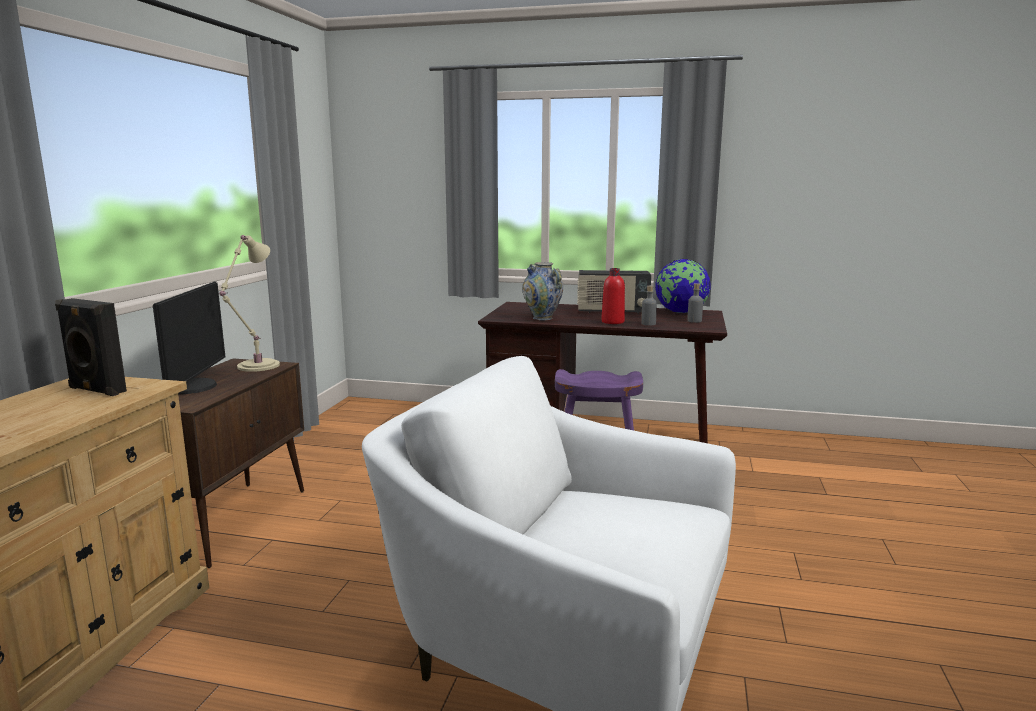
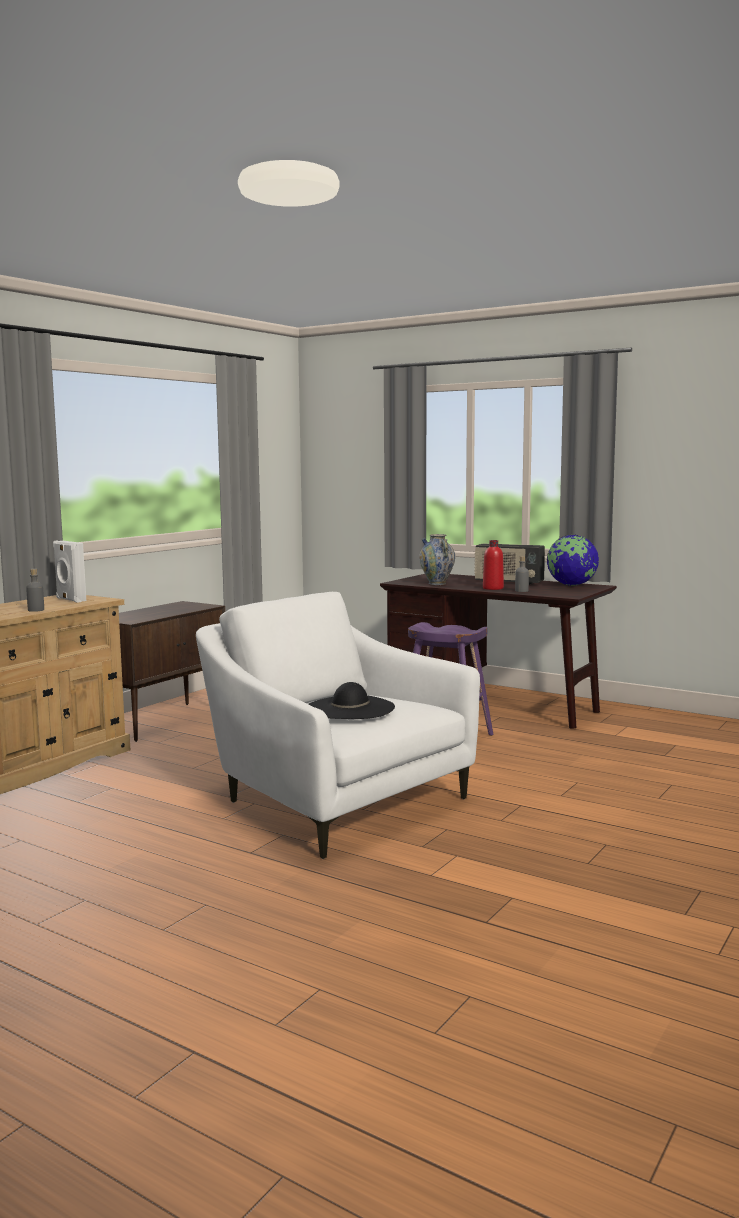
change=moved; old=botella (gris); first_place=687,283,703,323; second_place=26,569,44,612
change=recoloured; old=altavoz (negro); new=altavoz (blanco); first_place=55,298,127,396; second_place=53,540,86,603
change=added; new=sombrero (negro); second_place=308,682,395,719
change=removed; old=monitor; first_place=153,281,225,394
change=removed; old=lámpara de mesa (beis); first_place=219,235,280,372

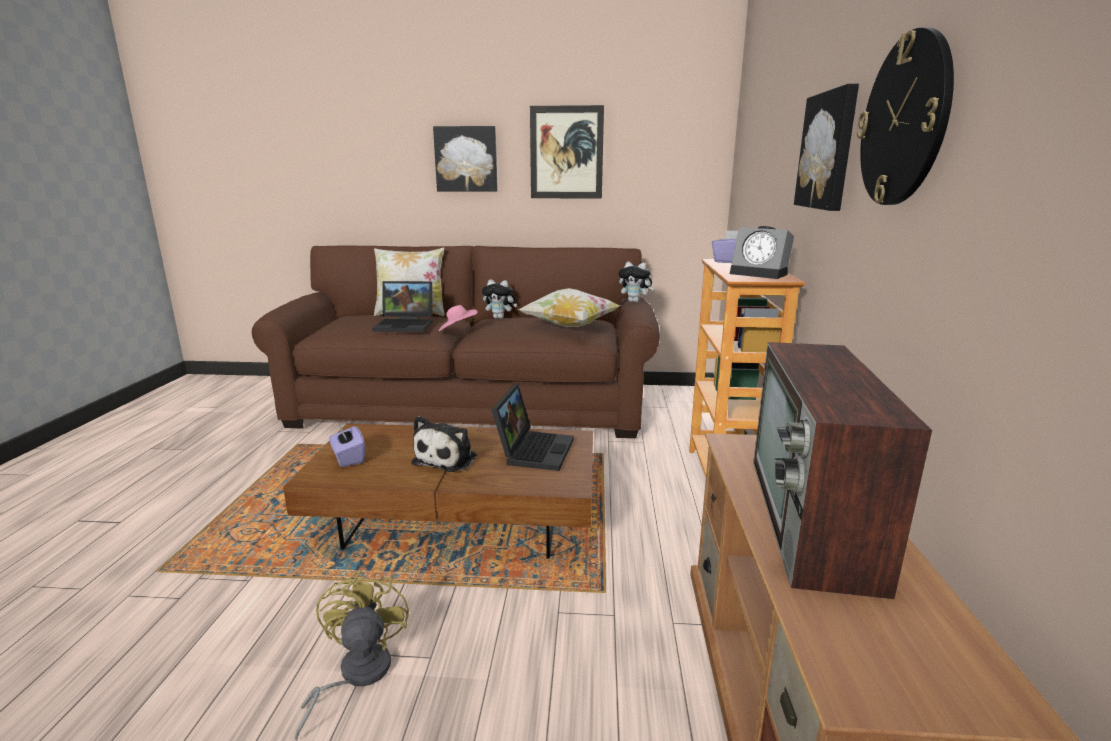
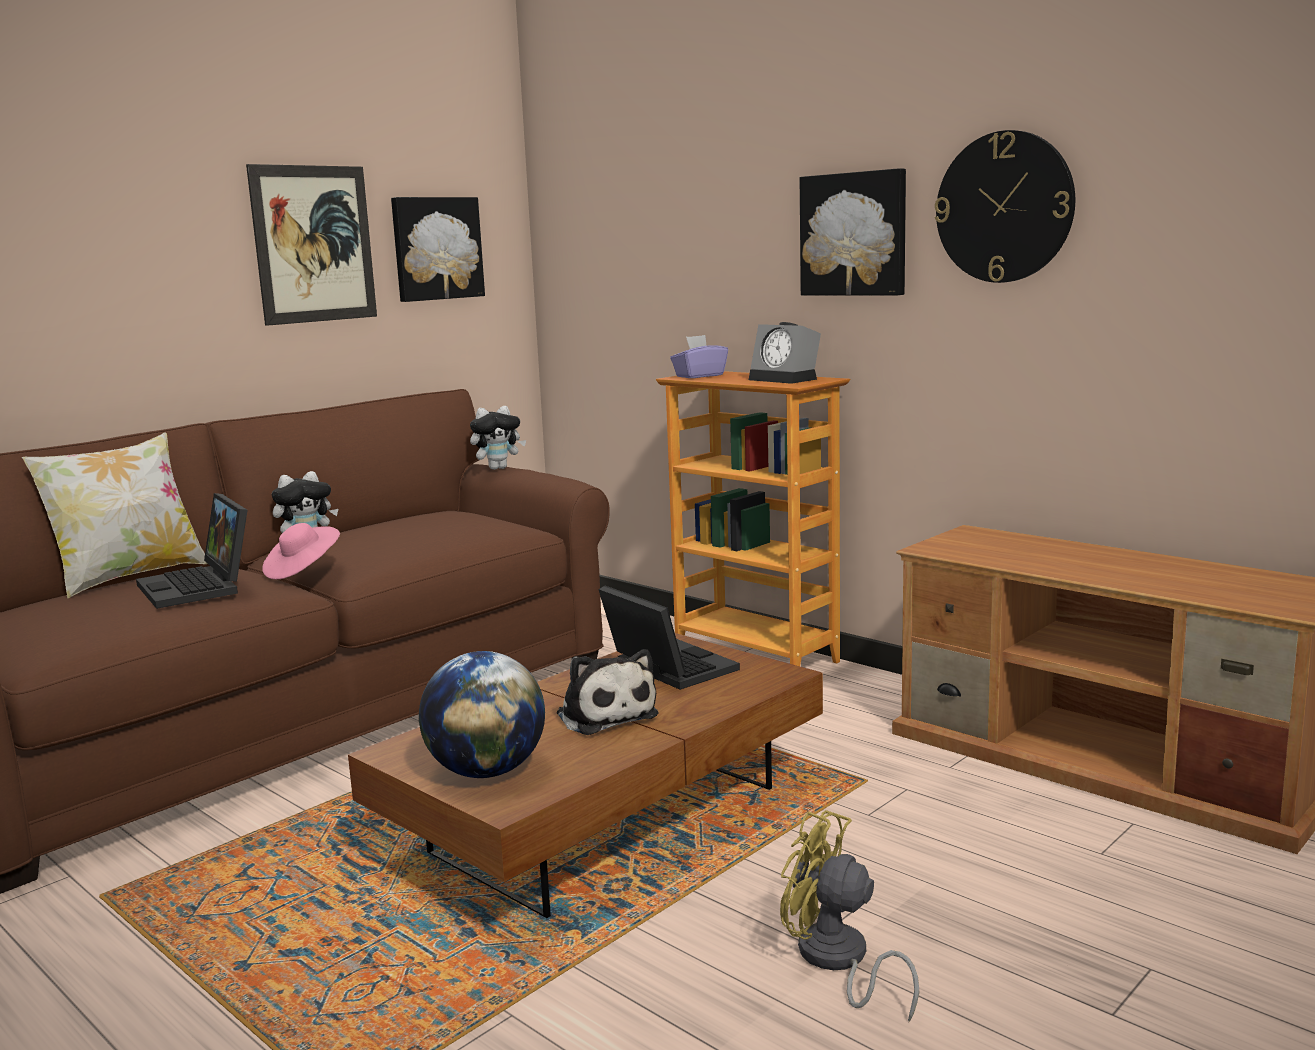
change=turned; old=portátil; first_place=372,281,433,332; second_place=136,493,247,609; degrees=105
change=moved; old=cuadro; first_place=433,126,498,192; second_place=391,197,485,302
change=replaced; old=caja de pañuelos (morado); new=globo terráqueo; first_place=329,424,365,467; second_place=419,651,545,778
change=turned; old=despertador; first_place=730,226,794,279; second_place=749,322,821,384; degrees=60
change=removed; old=cojín; first_place=518,288,620,327
change=removed; old=televisor; first_place=753,342,932,599

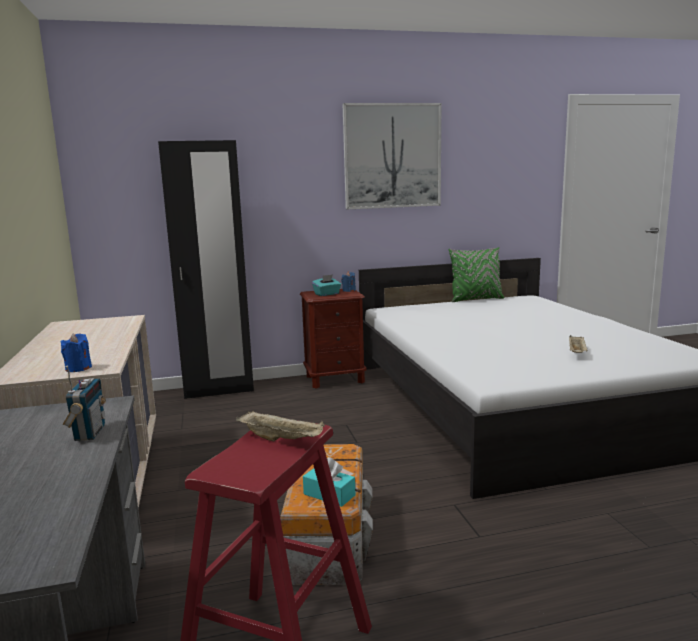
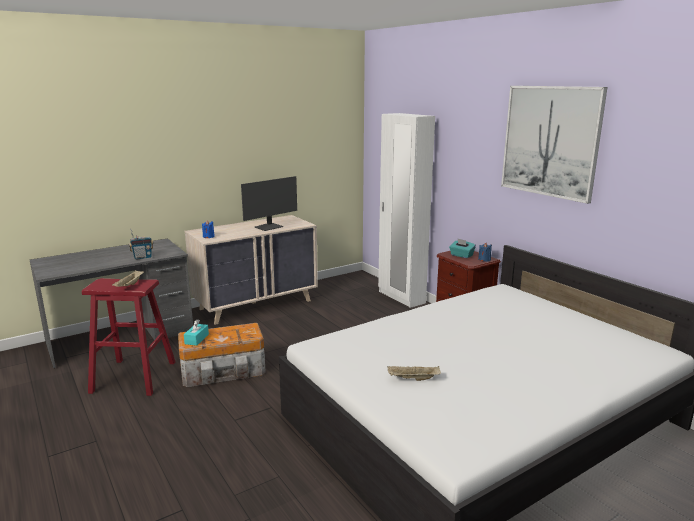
change=added; new=monitor; second_place=241,176,297,231
change=recoloured; old=armario ropero (negro); new=armario ropero (blanco); first_place=158,140,254,399; second_place=378,113,435,308
change=removed; old=cojín (verde); first_place=449,247,504,302

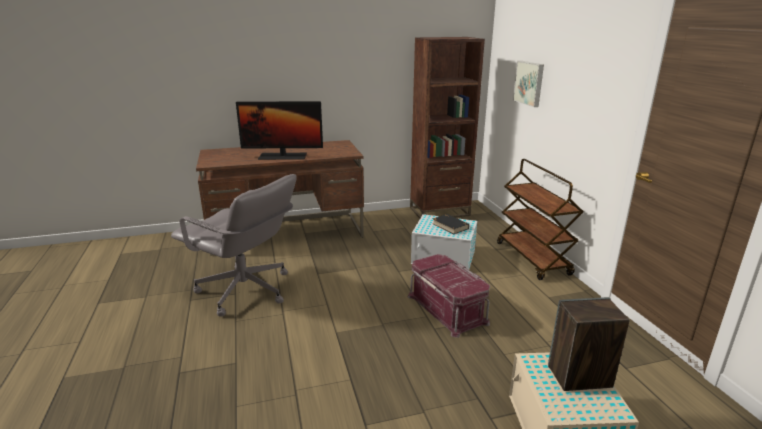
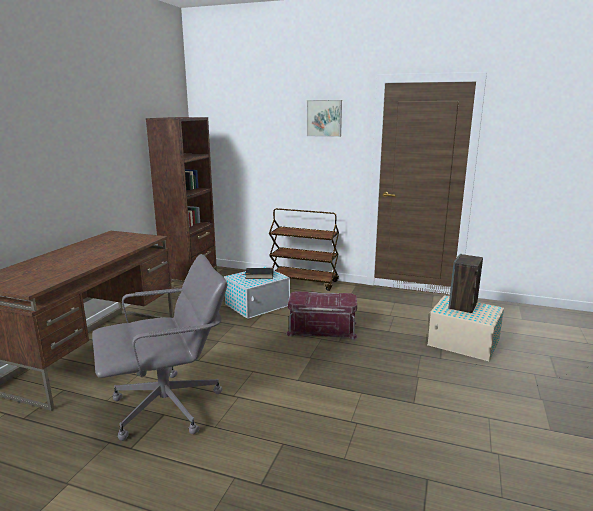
change=moved; old=cuadro; first_place=513,61,544,107; second_place=307,100,342,137
change=removed; old=monitor; first_place=236,101,323,160

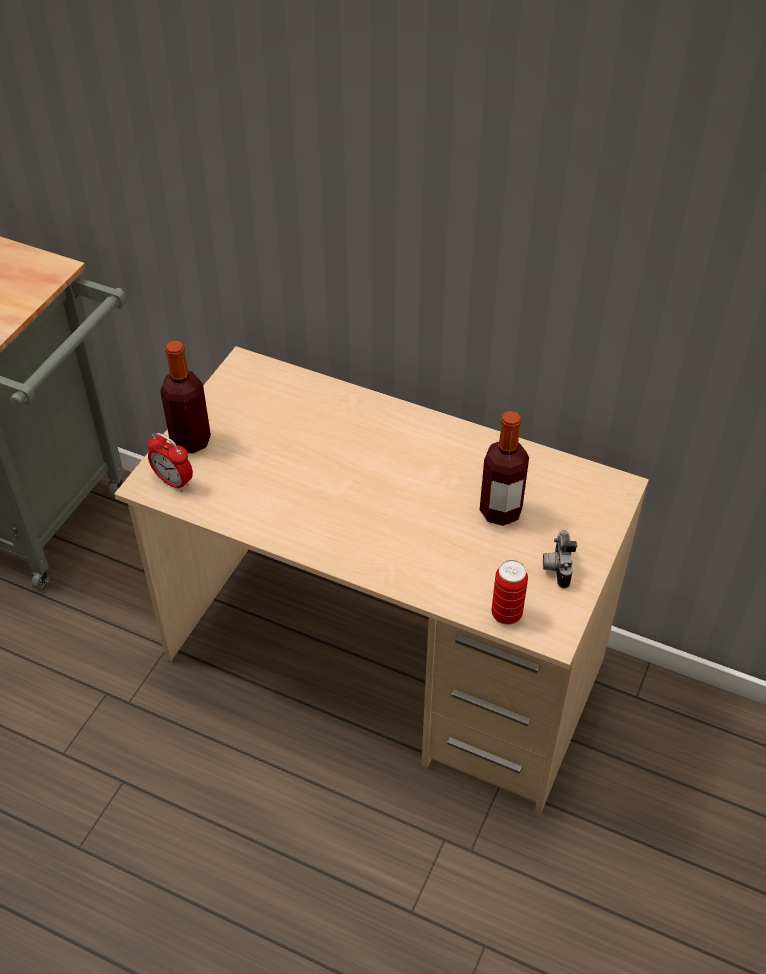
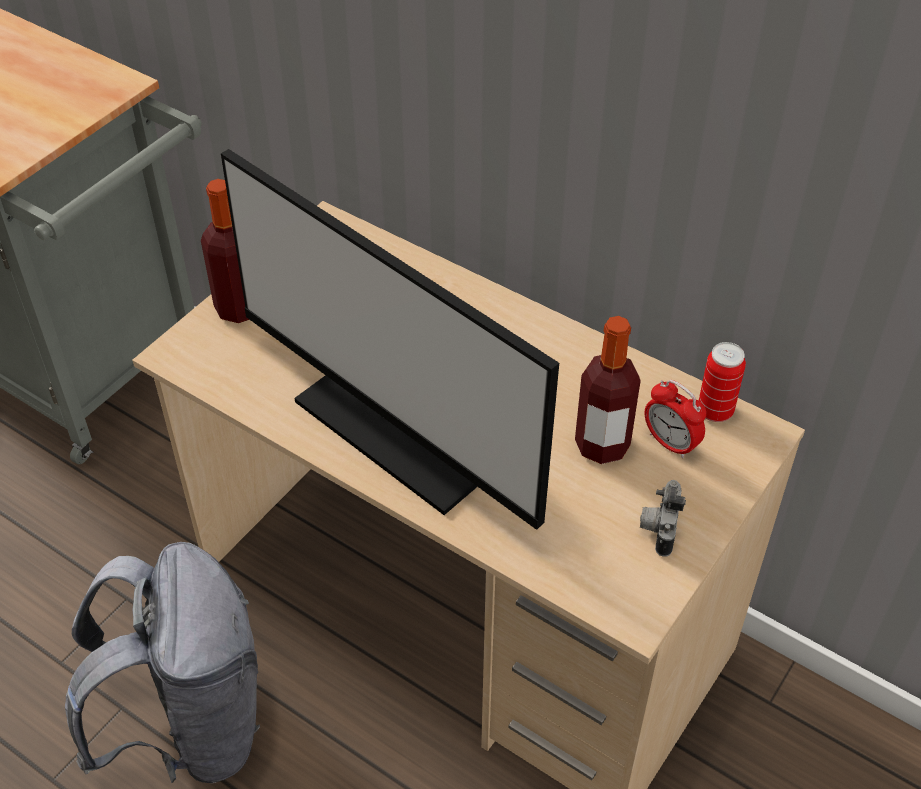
change=added; new=mochila (gris); second_place=65,542,260,783
change=added; new=monitor; second_place=221,149,559,530
change=moved; old=despertador; first_place=147,433,193,491; second_place=645,380,706,458
change=moved; old=lata; first_place=491,560,528,625; second_place=699,342,746,422

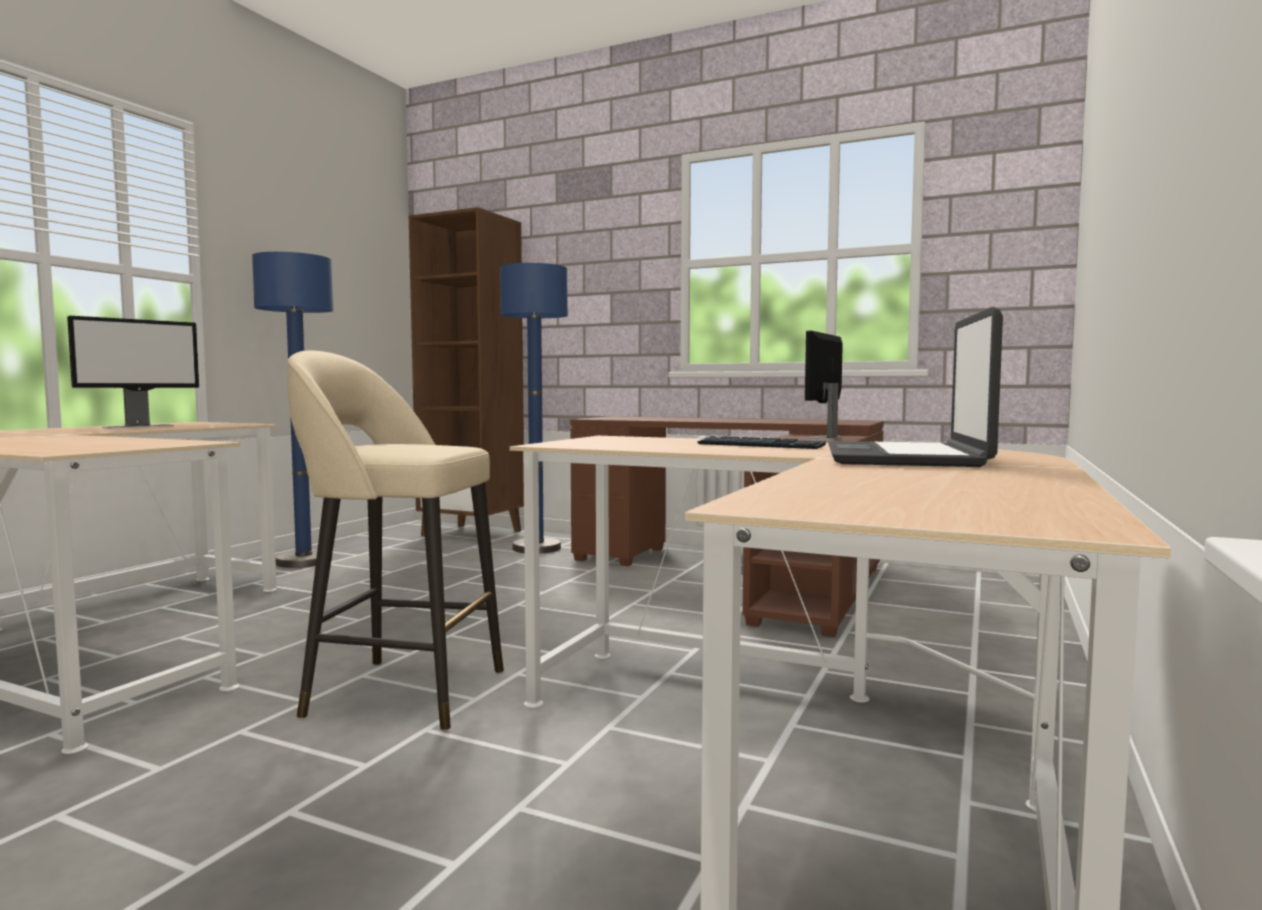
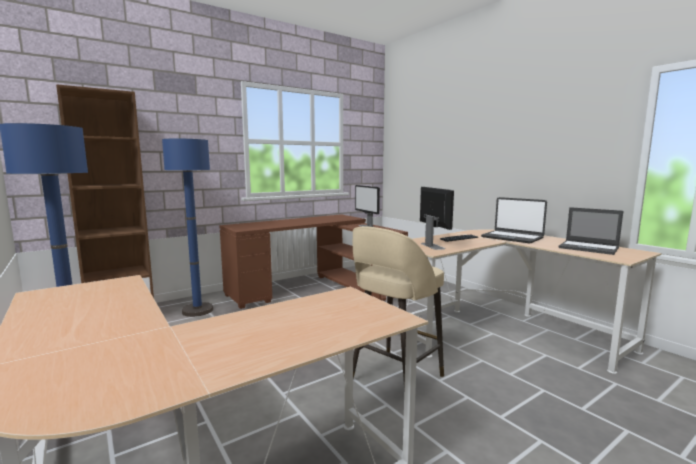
change=moved; old=monitor; first_place=67,316,199,429; second_place=420,187,454,250
change=added; new=portátil; second_place=558,207,623,255

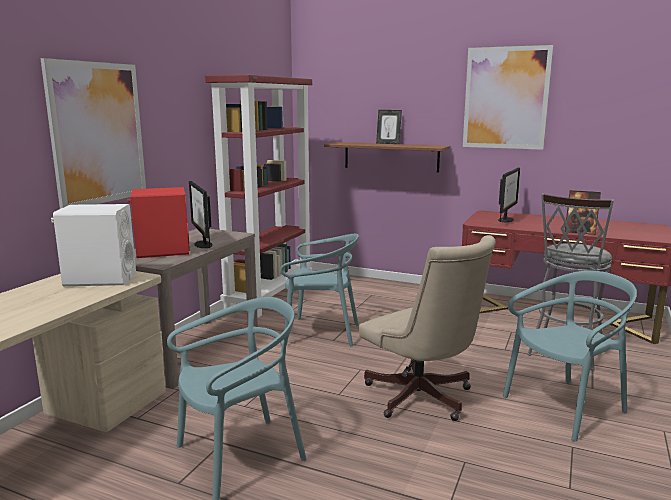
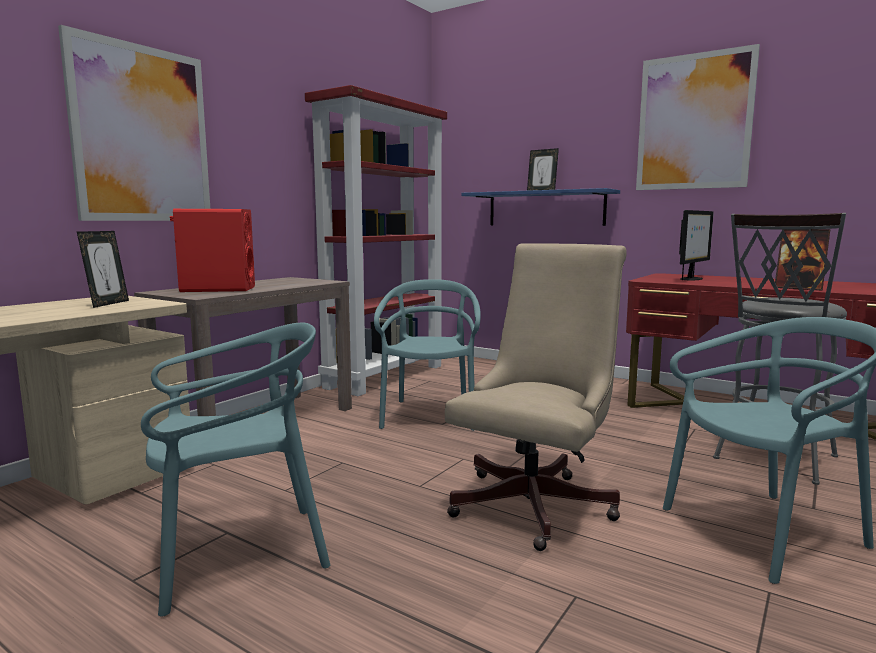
change=replaced; old=altavoz (blanco); new=portarretratos; first_place=51,204,136,286; second_place=77,231,129,308
change=turned; old=silla (turquesa); first_place=280,234,359,346; second_place=374,279,481,431; degrees=-105
change=turned; old=silla de oficina (beis); first_place=359,235,496,421; second_place=445,243,627,551; degrees=-120
change=recoloured; old=estante (marrón); new=estante (azul); first_place=324,142,450,173; second_place=461,188,620,226
change=removed; old=monitor; first_place=189,181,213,248

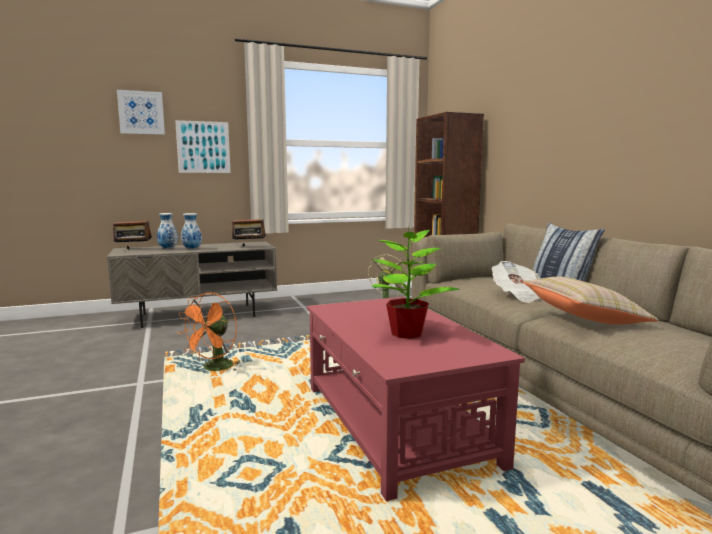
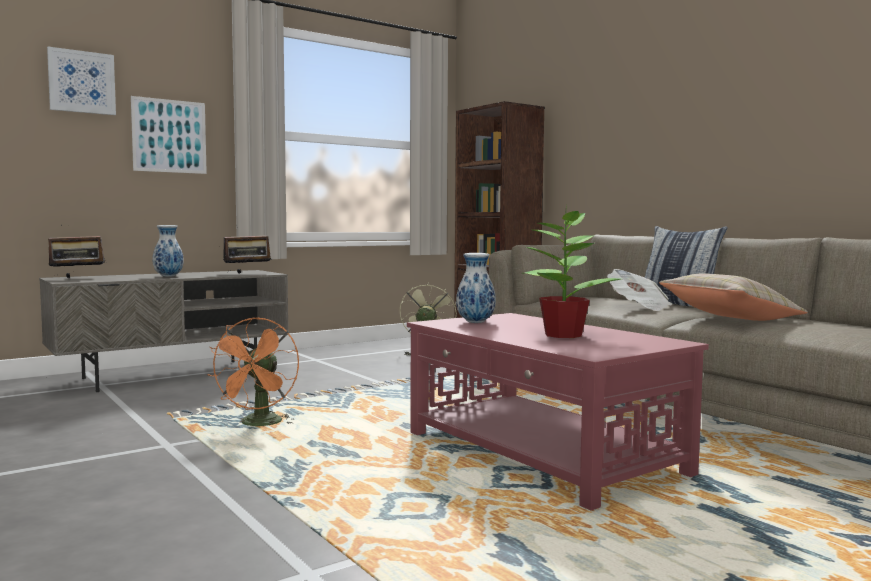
change=moved; old=florero; first_place=157,213,178,249; second_place=456,253,496,323

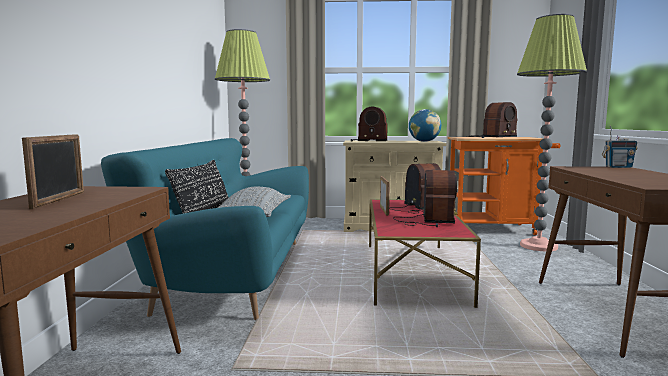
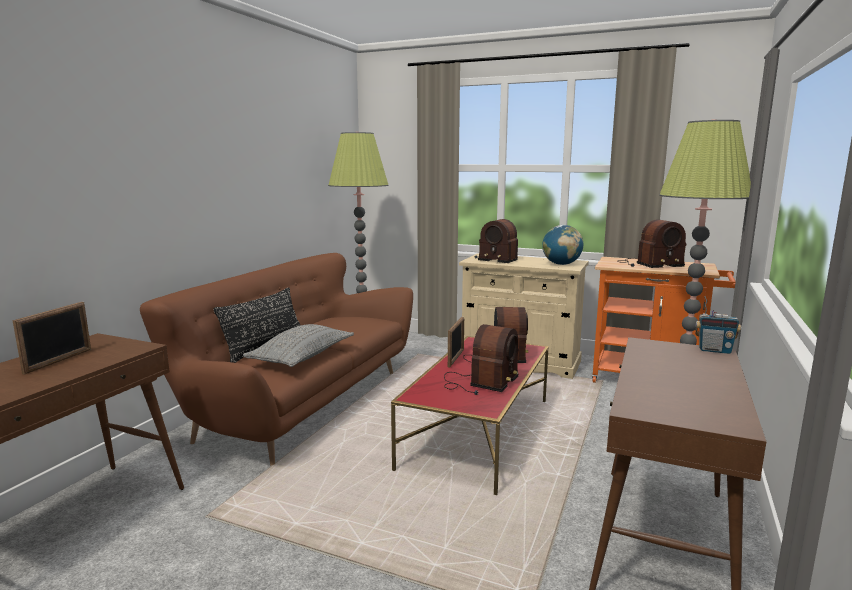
change=recoloured; old=sofá (turquesa); new=sofá (marrón); first_place=101,138,309,320; second_place=140,253,413,466

